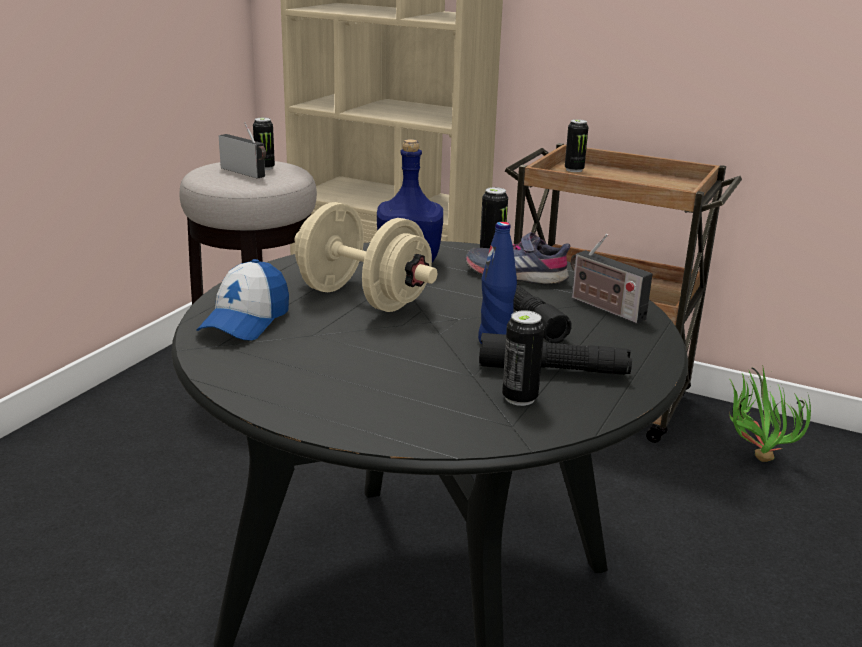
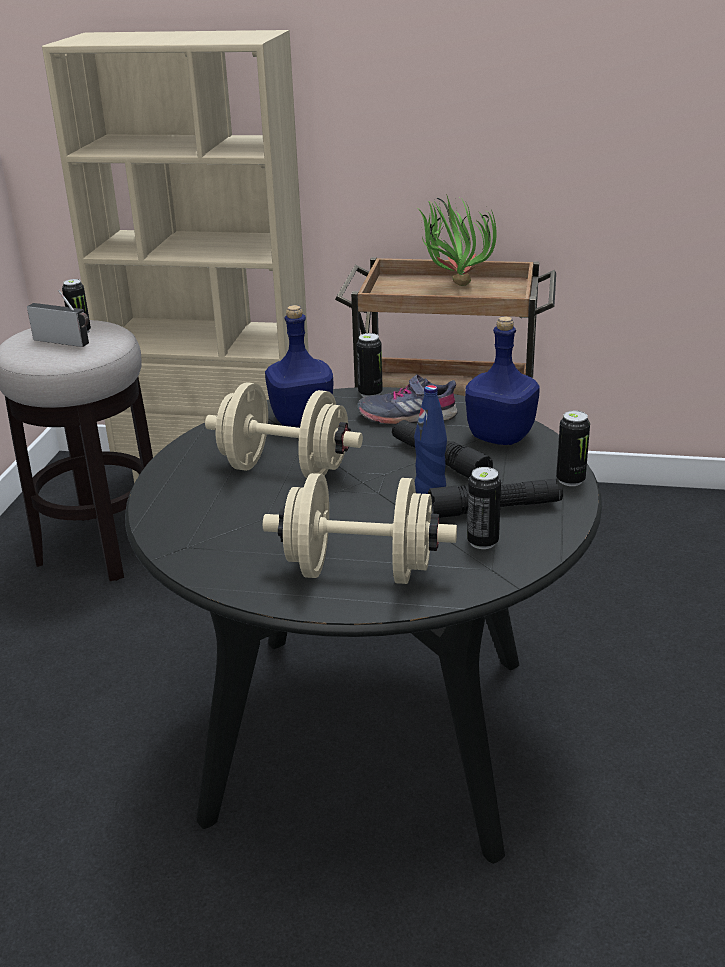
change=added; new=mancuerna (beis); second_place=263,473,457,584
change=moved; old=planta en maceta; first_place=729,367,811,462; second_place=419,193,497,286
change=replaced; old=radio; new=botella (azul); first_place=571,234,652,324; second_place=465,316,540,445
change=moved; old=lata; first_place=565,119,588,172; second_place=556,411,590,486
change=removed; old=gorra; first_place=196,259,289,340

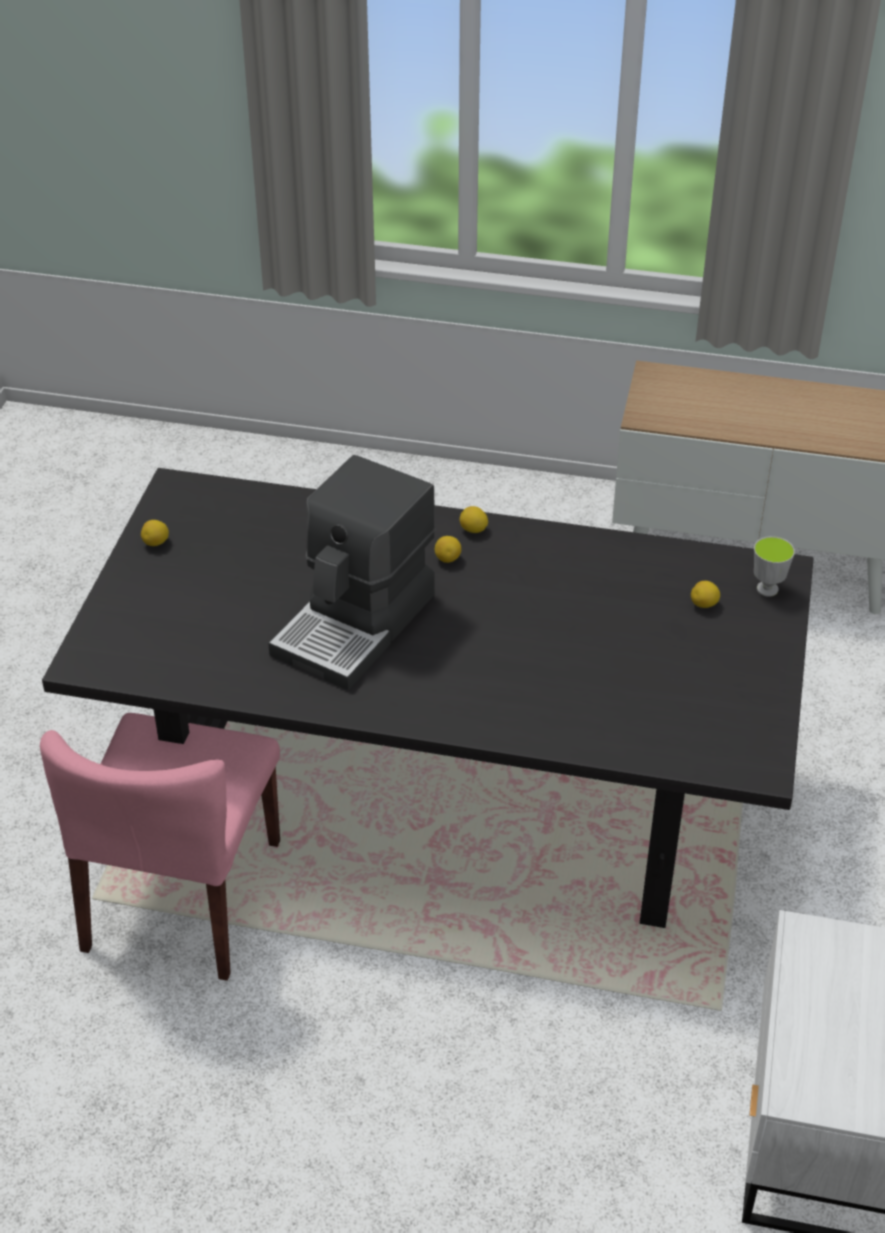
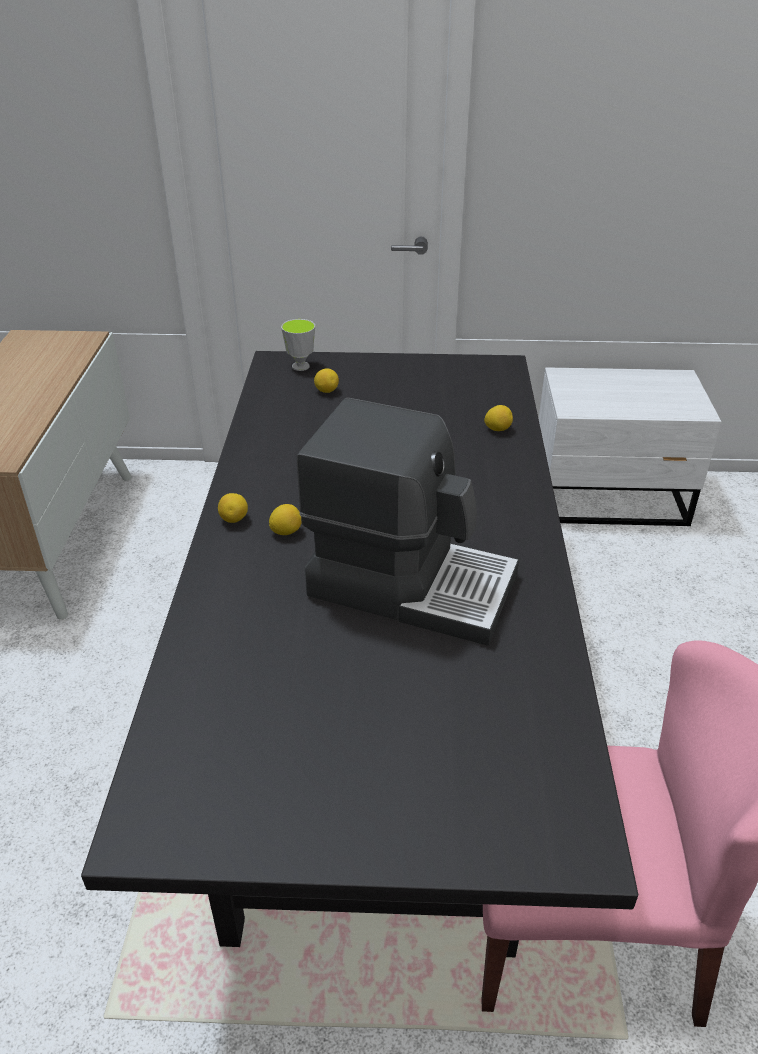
change=moved; old=limón; first_place=141,520,169,546; second_place=484,405,513,431

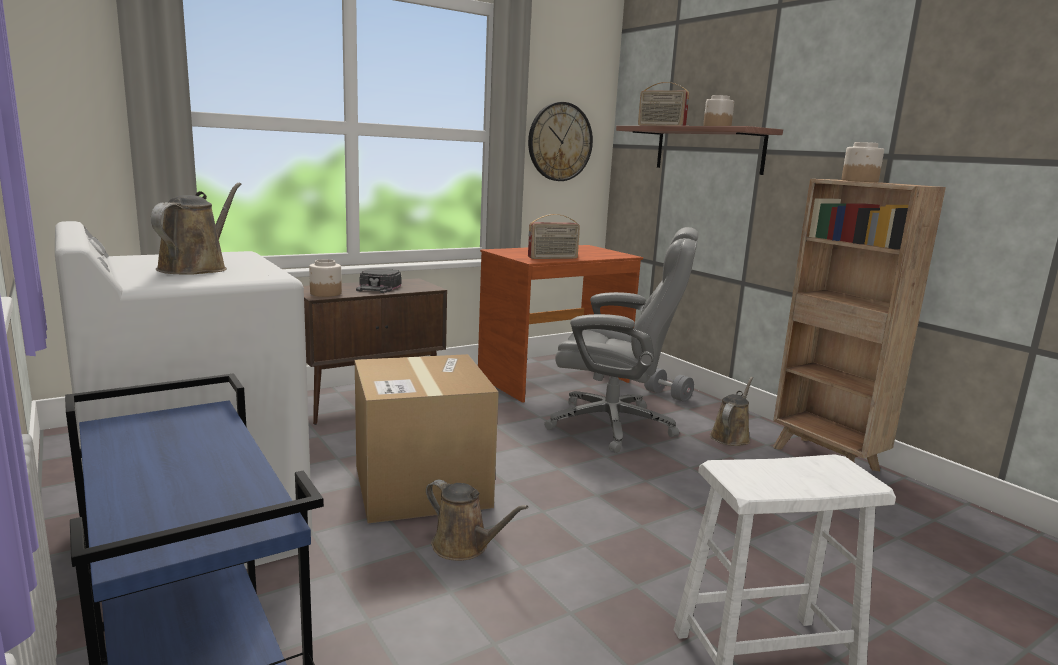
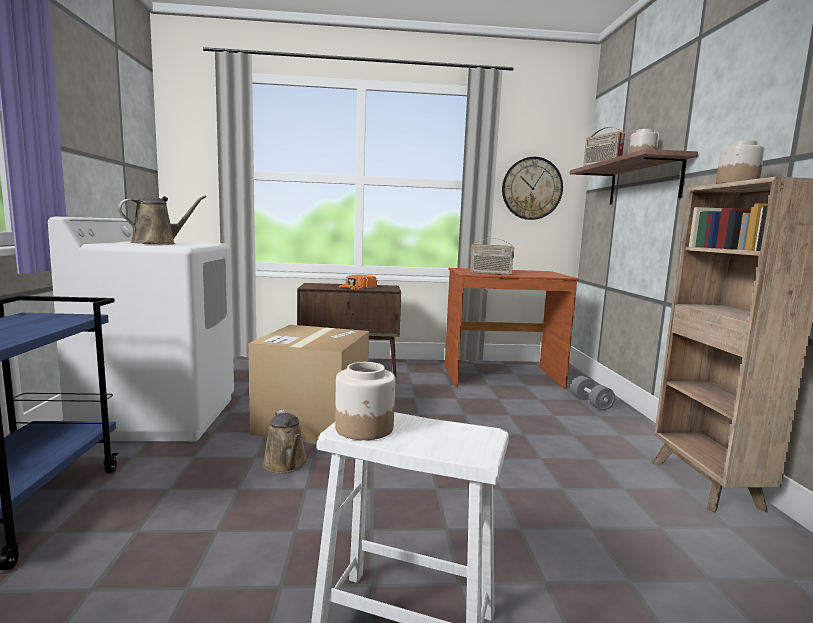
change=moved; old=tarro; first_place=309,259,342,297; second_place=335,362,395,440
change=recoloured; old=gorra (negro); new=gorra (naranja); first_place=356,268,402,293; second_place=339,275,377,289
change=removed; old=silla de oficina (gris); first_place=544,227,698,453
change=removed; old=regadera (marrón); first_place=710,377,753,446

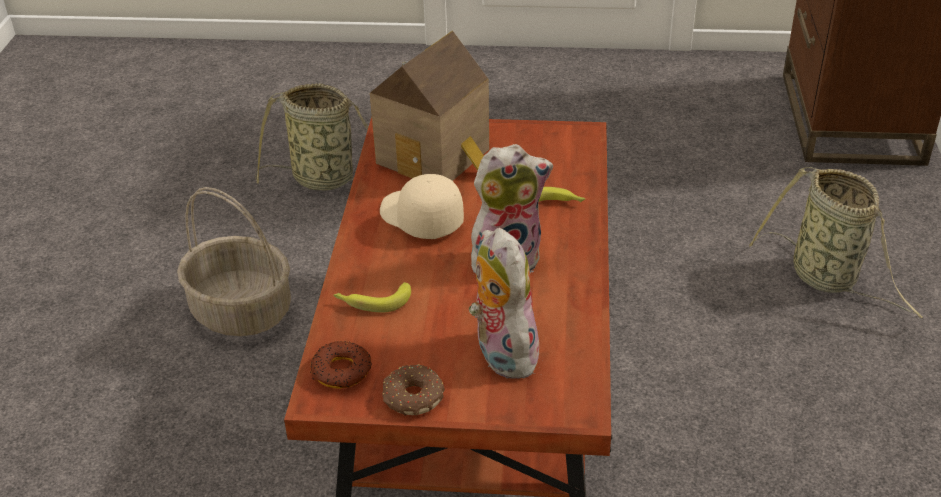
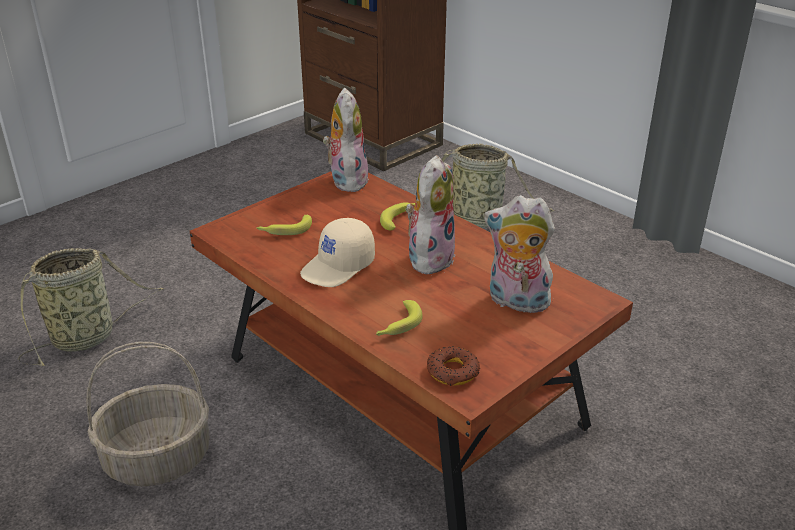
change=replaced; old=casita; new=plátano; first_place=370,30,489,180; second_place=257,215,312,235
change=turned; old=gorra (beis); first_place=380,174,464,239; second_place=300,218,375,287; degrees=-45
change=added; new=peluche; second_place=323,88,369,192
change=removed; old=rosquilla; first_place=382,364,445,416

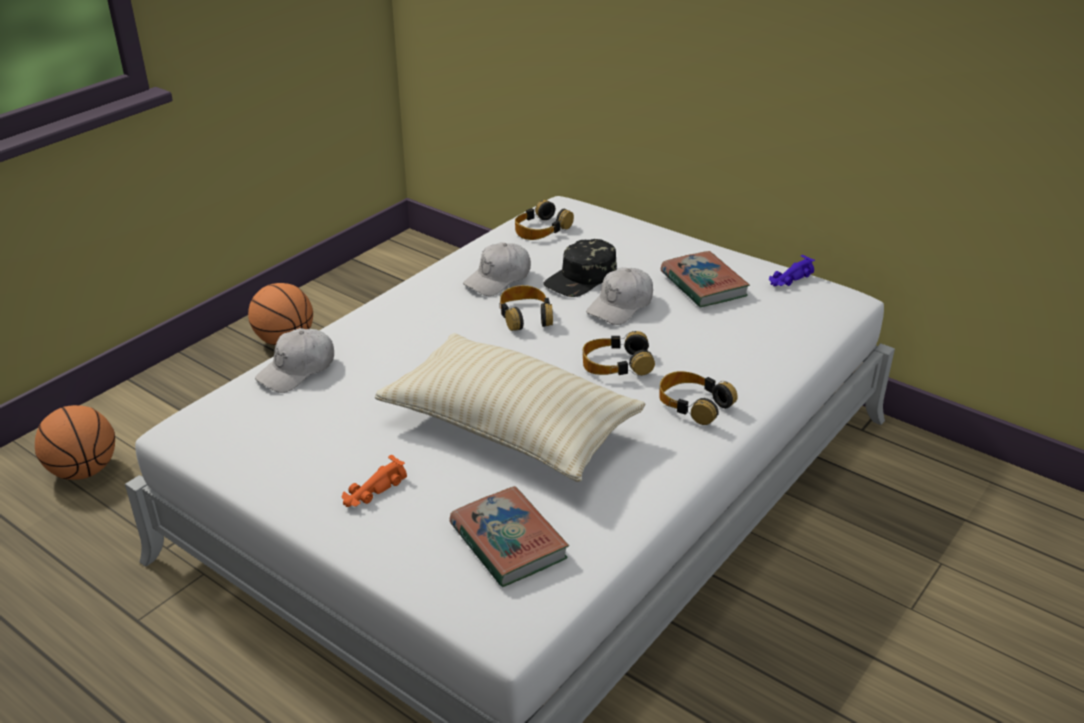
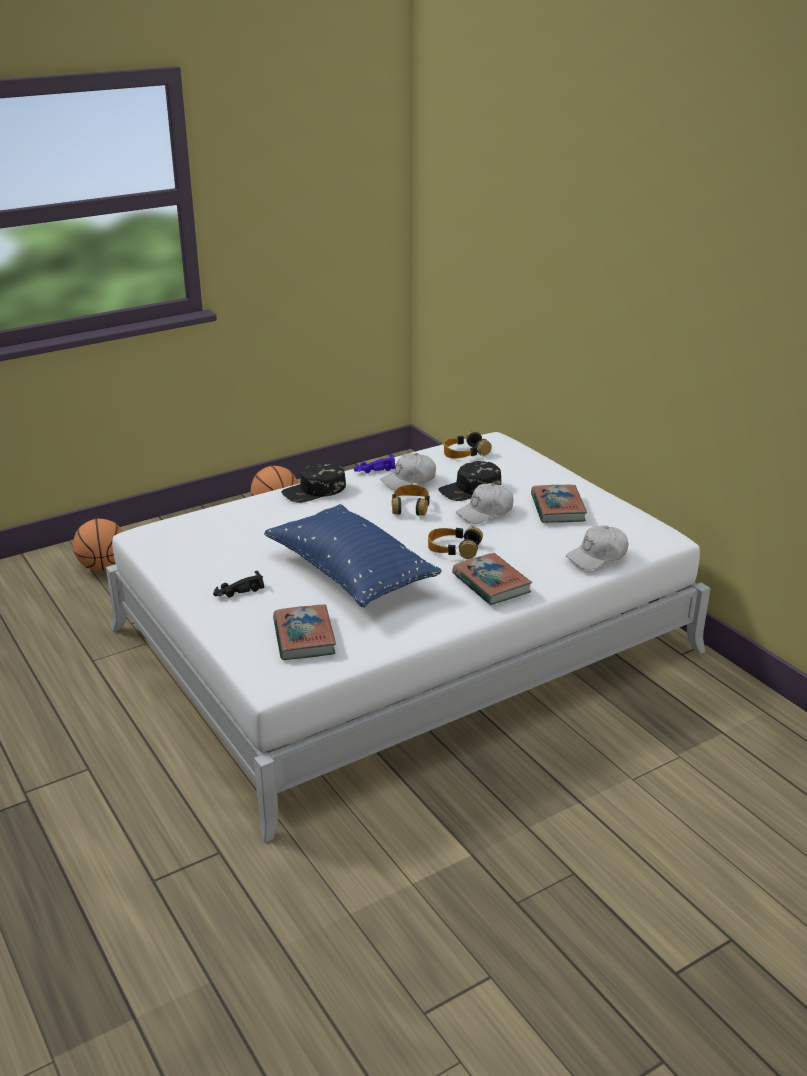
change=recoloured; old=coche de juguete (naranja); new=coche de juguete (negro); first_place=342,455,407,507; second_place=213,571,264,597
change=recoloured; old=cojín (beis); new=cojín (azul); first_place=375,333,646,482; second_place=264,504,442,607
change=added; new=gorra (negro); second_place=281,462,346,503
change=moved; old=coche de juguete (morado); first_place=769,255,815,286; second_place=354,455,396,473
change=replaced; old=auriculares; new=libro; first_place=659,371,738,425; second_place=452,553,532,605
change=moved; old=gorra (blanco); first_place=255,328,334,393; second_place=566,525,628,570

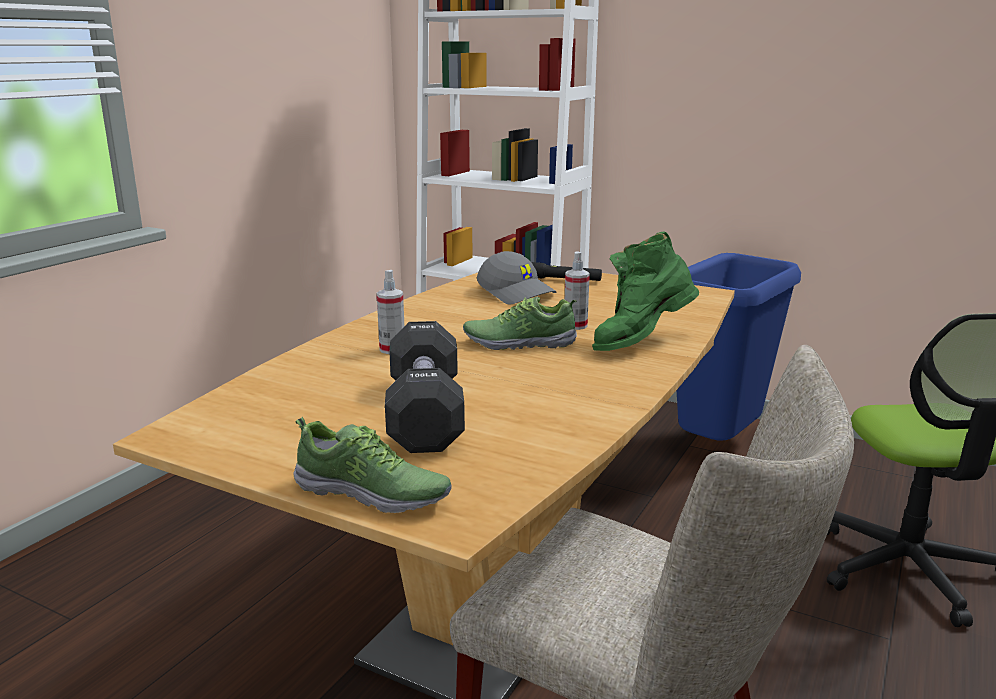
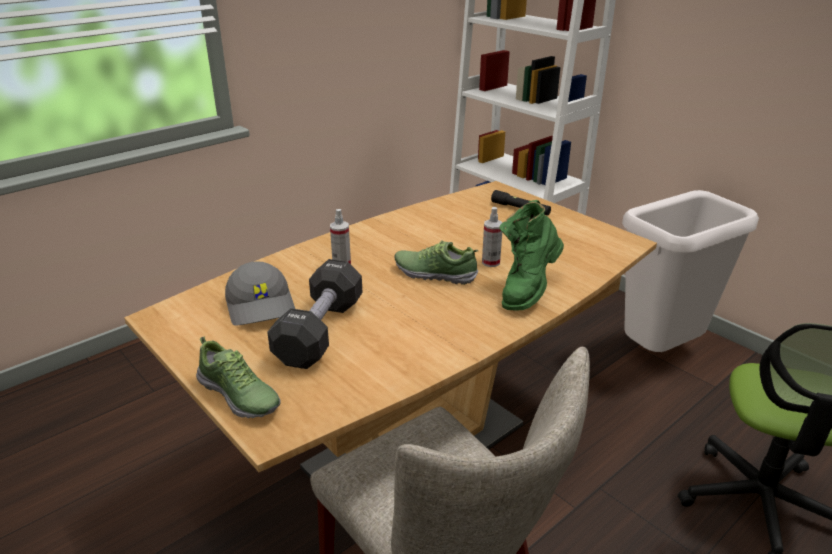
change=moved; old=gorra (gris); first_place=477,251,557,304; second_place=225,261,295,326
change=turned; old=bota (verde); first_place=592,231,699,351; second_place=499,200,564,311; degrees=-45
change=recoloured; old=papelera (azul); new=papelera (blanco); first_place=677,253,801,441; second_place=622,190,759,352

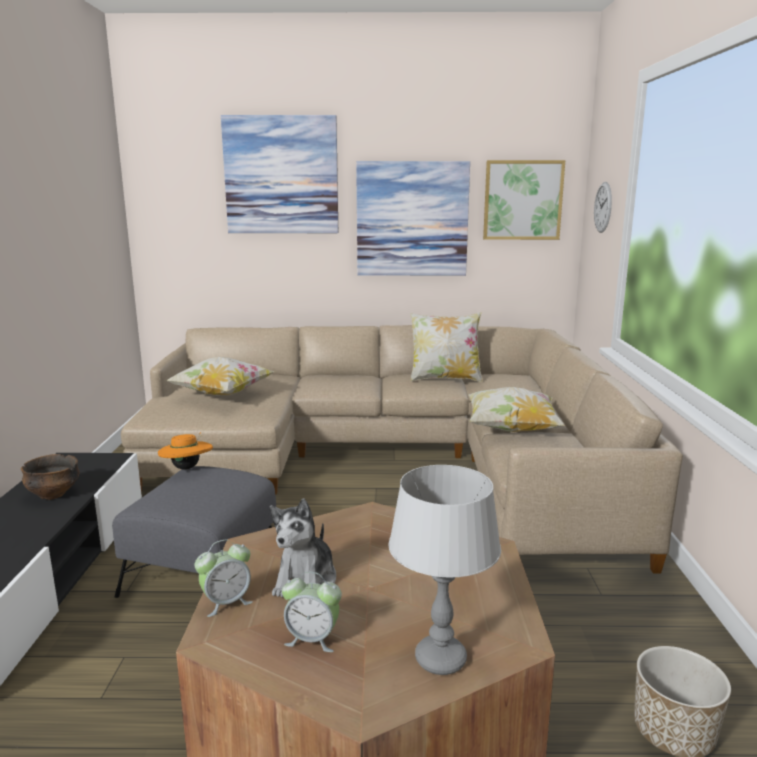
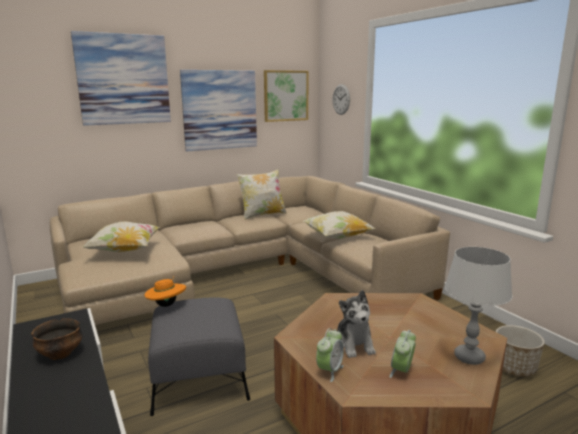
change=turned; old=despertador; first_place=282,572,342,652; second_place=389,330,416,378; degrees=135

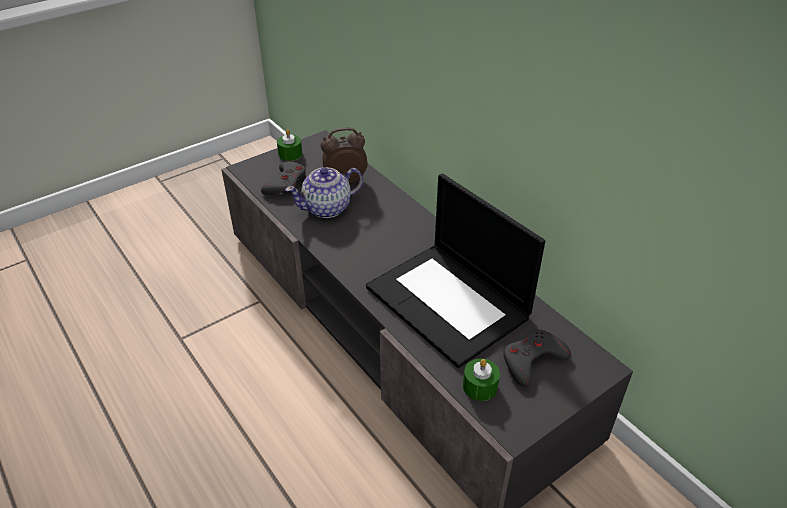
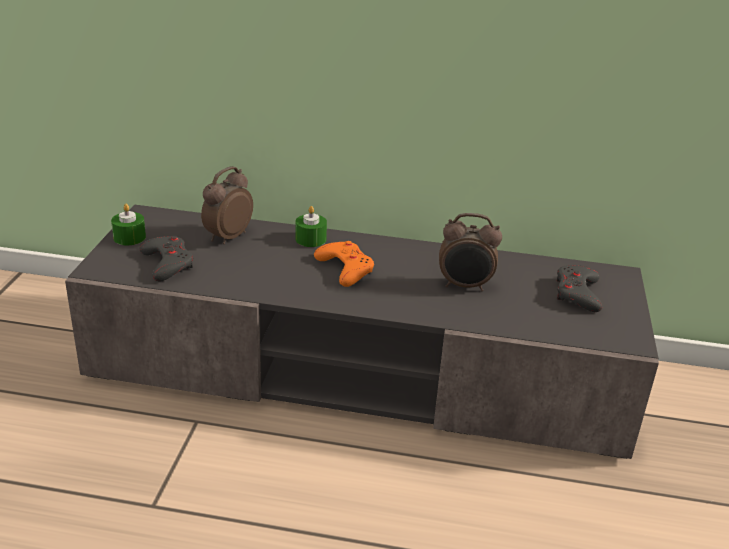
change=moved; old=vela (verde); first_place=463,359,500,401; second_place=295,206,327,247
change=added; new=mando de consola (naranja); second_place=314,241,374,287
change=replaced; old=portátil; new=despertador; first_place=366,173,545,368; second_place=439,213,502,291
change=removed; old=tetera; first_place=285,167,363,218

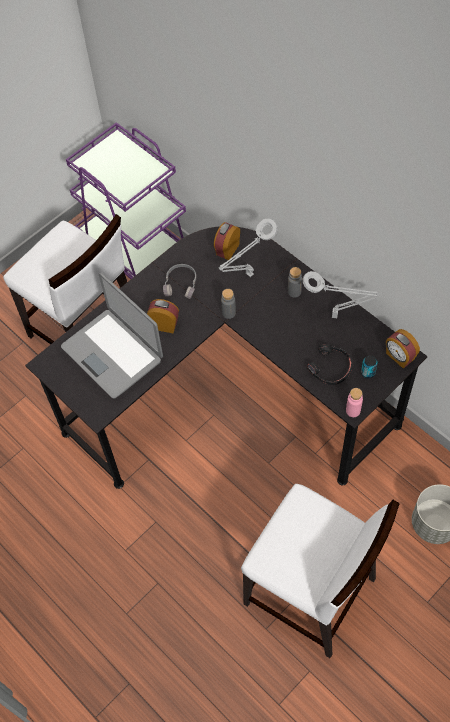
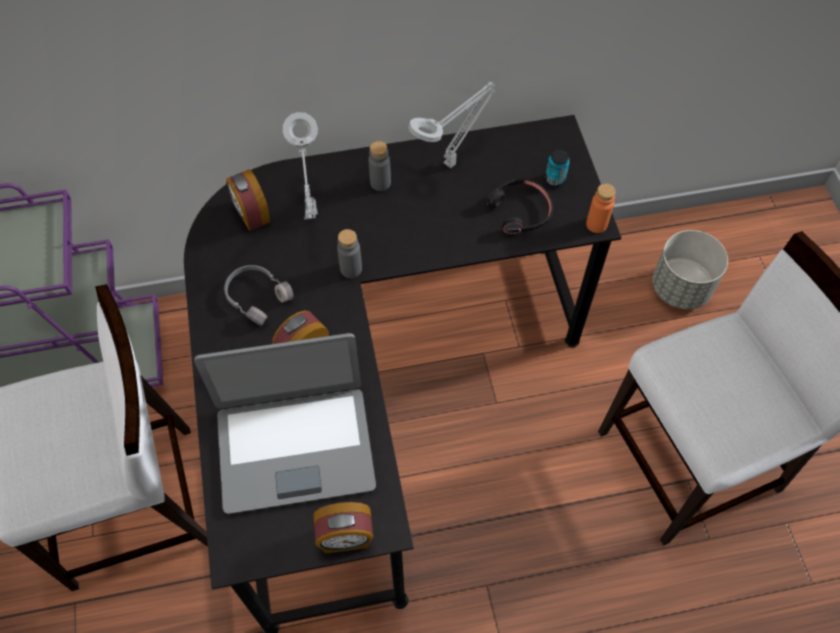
change=moved; old=despertador; first_place=386,329,420,369; second_place=313,502,373,554
change=recoloured; old=botella (rosa); new=botella (naranja); first_place=346,388,363,417; second_place=586,183,616,233

